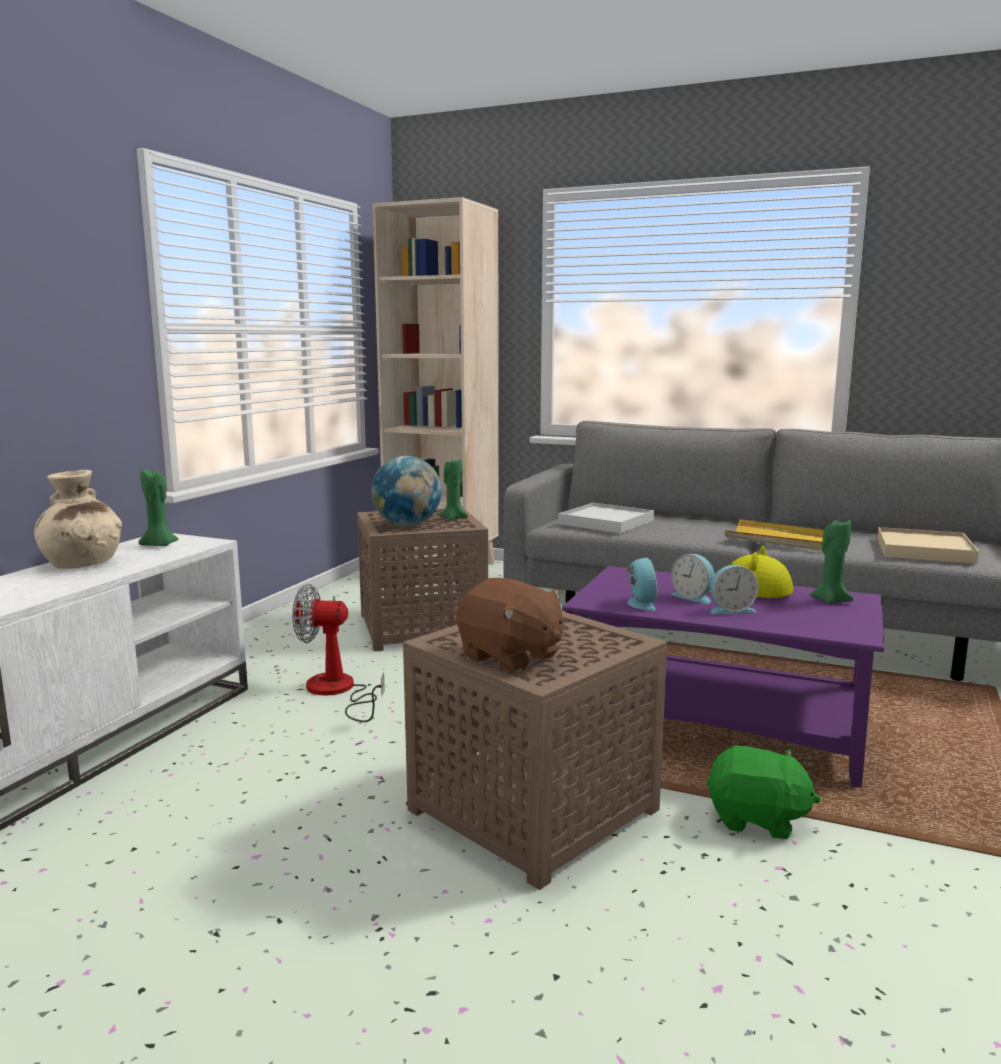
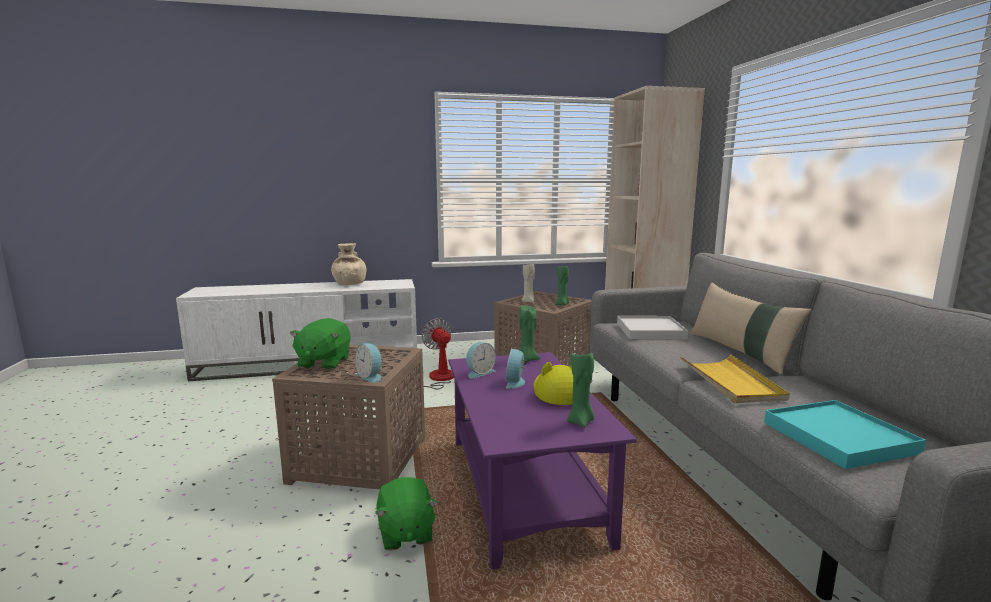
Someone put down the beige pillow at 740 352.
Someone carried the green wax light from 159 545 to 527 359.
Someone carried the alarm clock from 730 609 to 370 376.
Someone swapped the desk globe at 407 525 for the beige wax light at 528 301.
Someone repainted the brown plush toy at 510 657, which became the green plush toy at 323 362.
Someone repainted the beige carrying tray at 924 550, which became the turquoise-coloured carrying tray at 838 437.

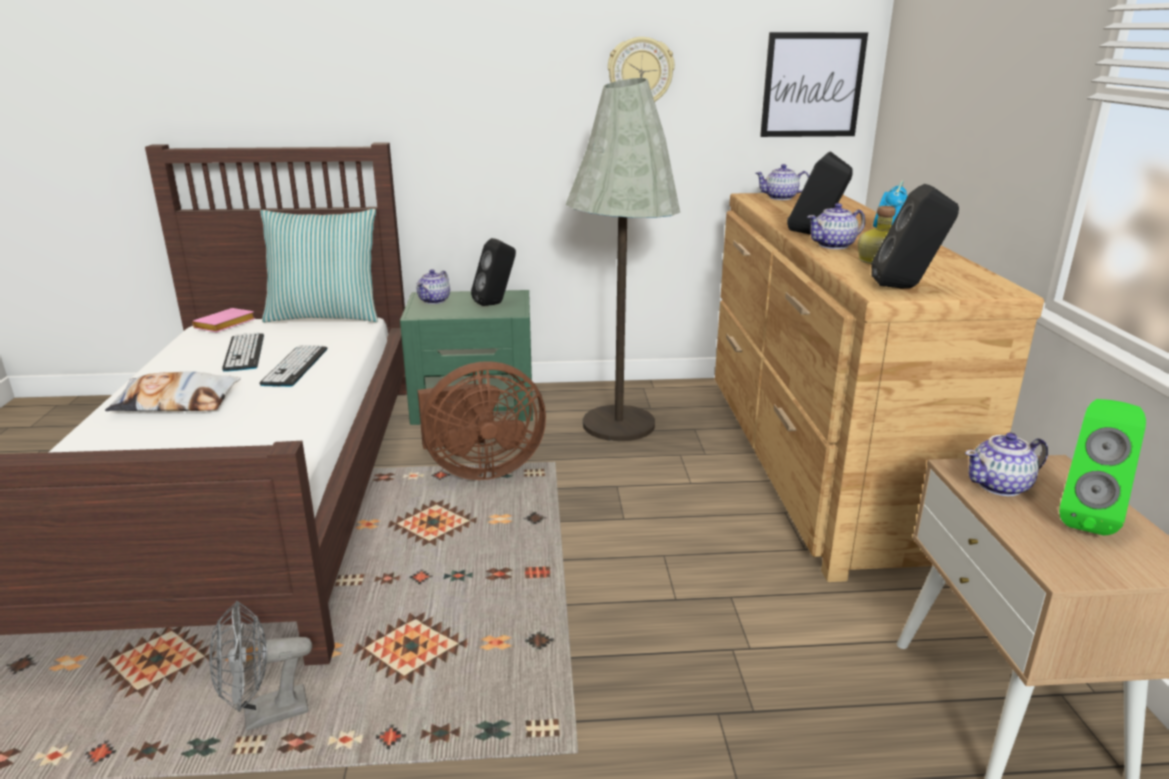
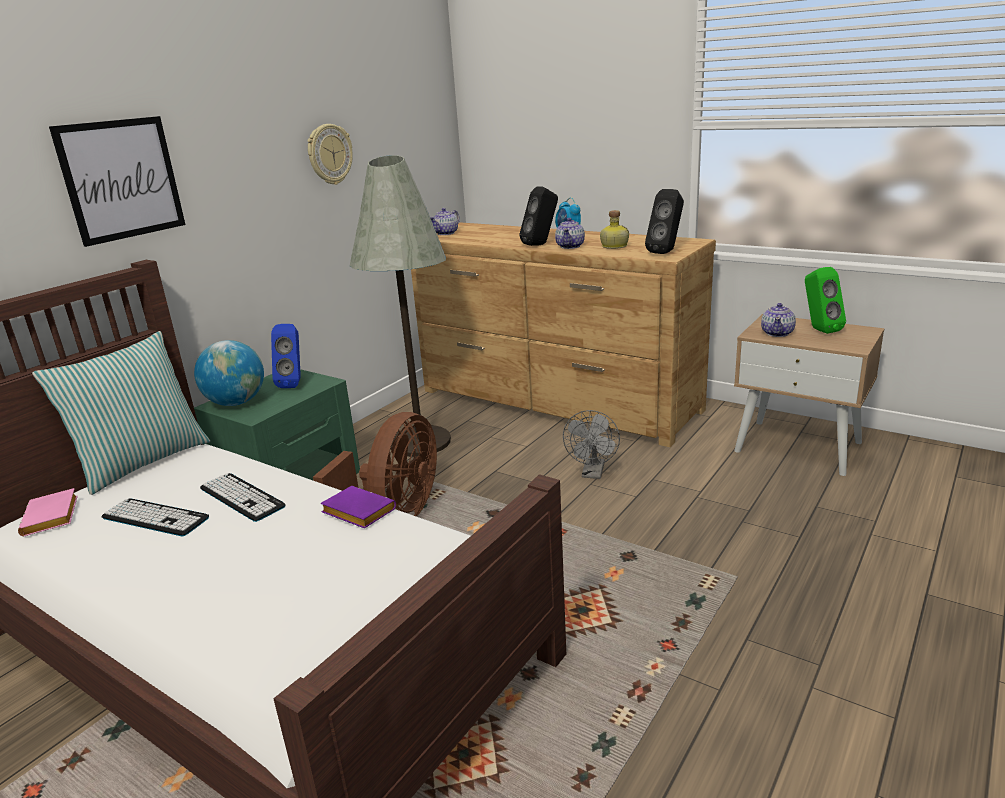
Someone took away the pillow at 176 402.
Someone put down the purple-coloured book at 356 512.
Someone carried the grey cooling fan from 265 715 to 593 473.
Someone carried the picture from 812 85 to 121 179.
Someone swapped the tea pot at 435 300 for the desk globe at 236 403.
Someone repainted the blackish speaker at 496 304, which became the blue speaker at 294 383.

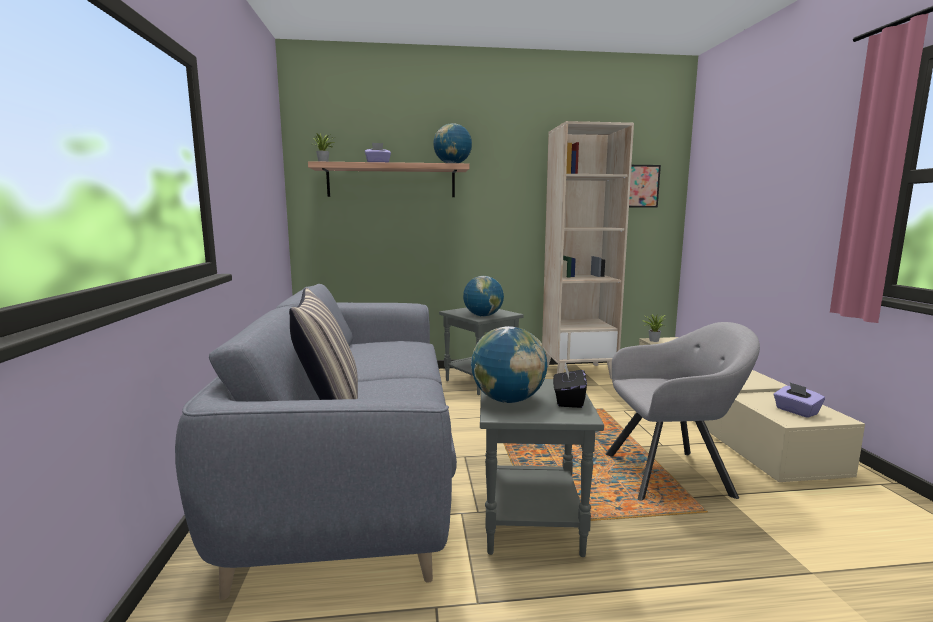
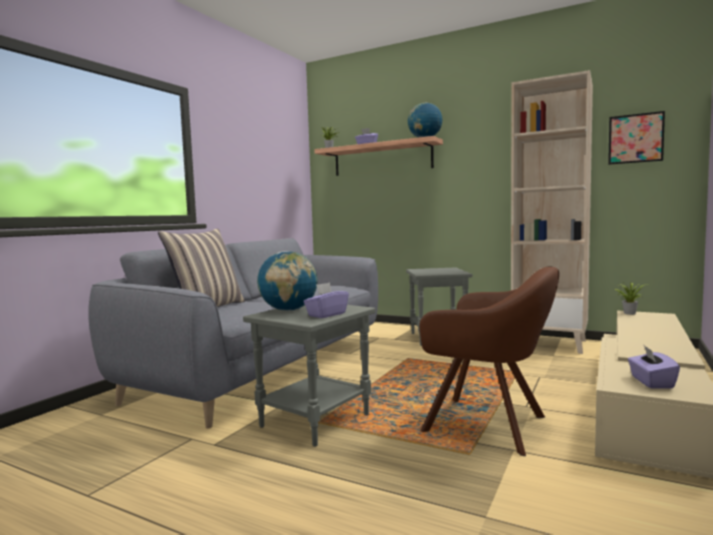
Someone took away the desk globe at 483 316.
Someone repainted the blackish box of tissues at 568 400, which became the purple-coloured box of tissues at 326 314.
Someone repainted the grey lounge chair at 672 474, which became the brown lounge chair at 490 425.

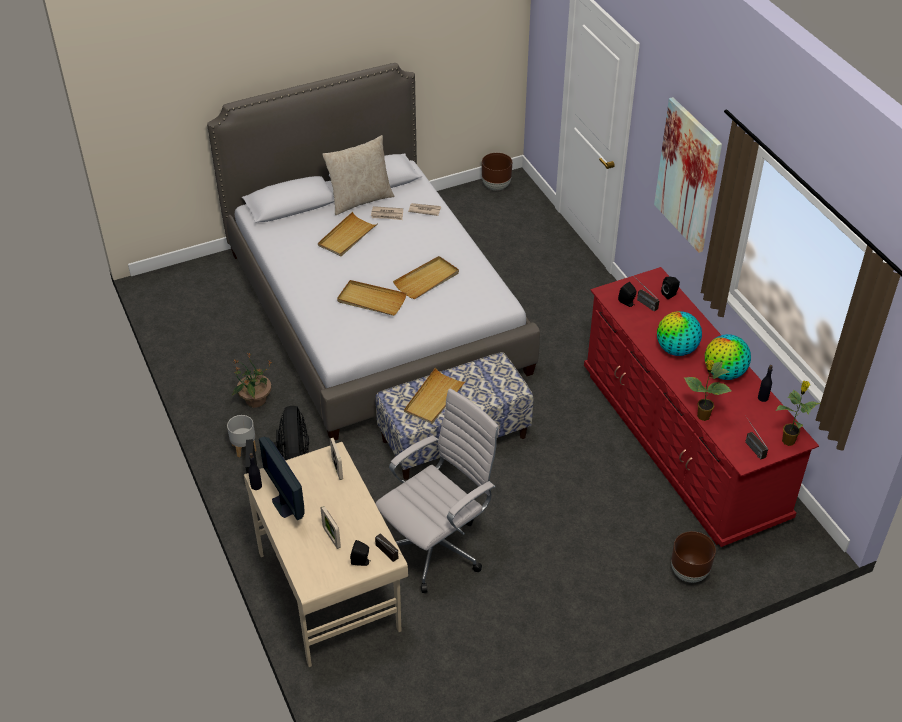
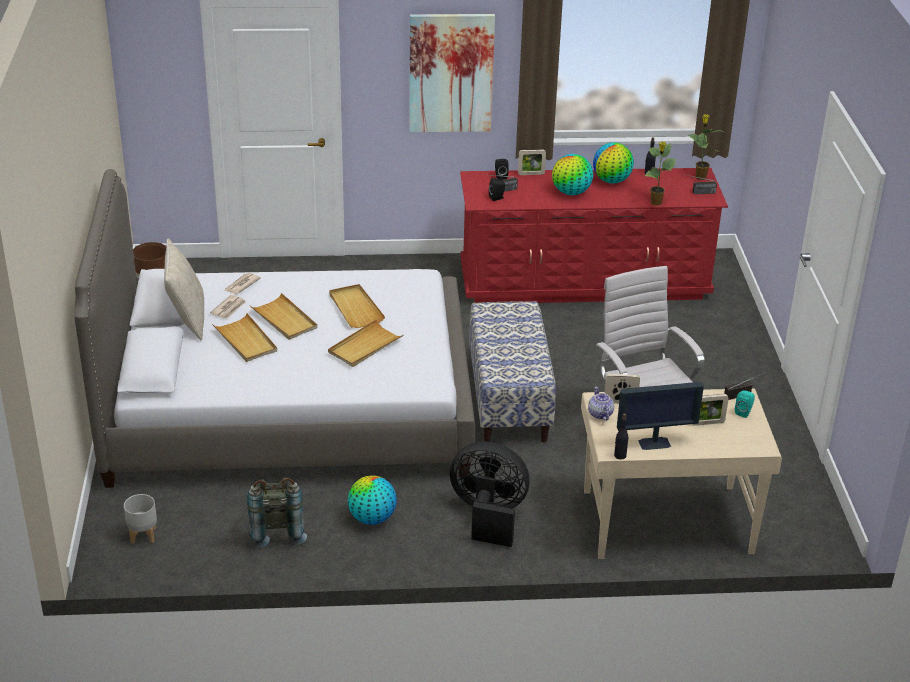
Someone took away the brown plant pot at 689 573.
Someone put down the grey rucksack at 276 530.
Someone put down the photo frame at 531 174.
Someone put down the tea pot at 600 414.
Someone carried the grey plant pot from 244 447 to 142 535.
Someone carried the beige carrying tray from 434 398 to 284 319.
Someone swapped the houseplant at 255 400 for the desk globe at 372 518.
Someone repainted the blackish speaker at 361 562, which became the turquoise-coloured speaker at 744 412.

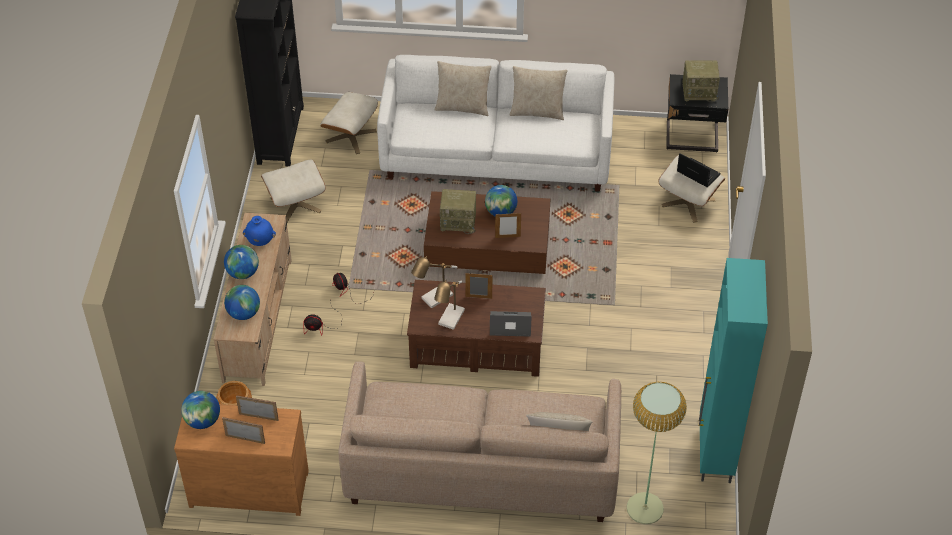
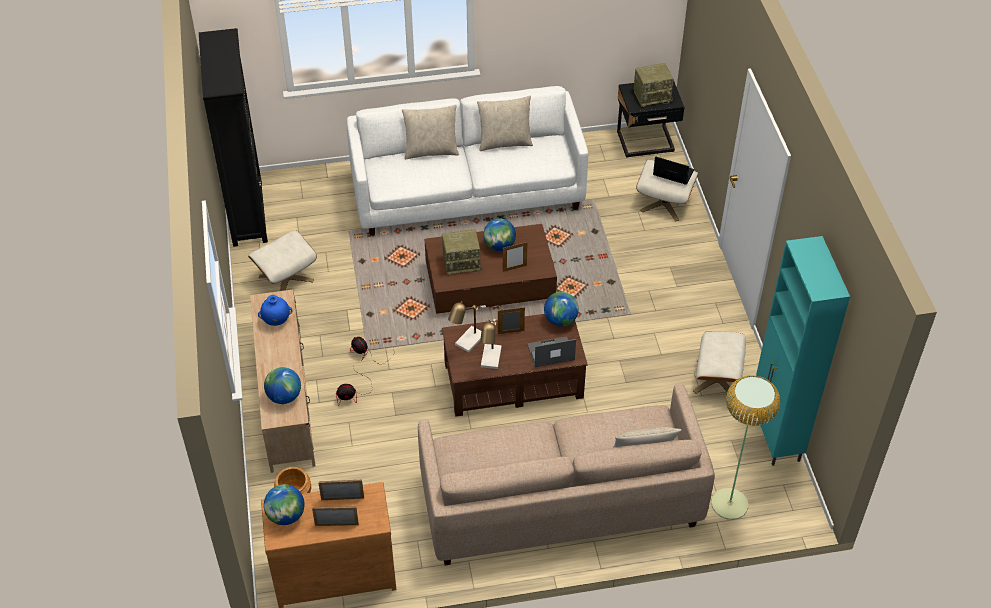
Someone carried the desk globe from 243 273 to 560 320.
Someone carried the beige footrest from 351 136 to 717 379.

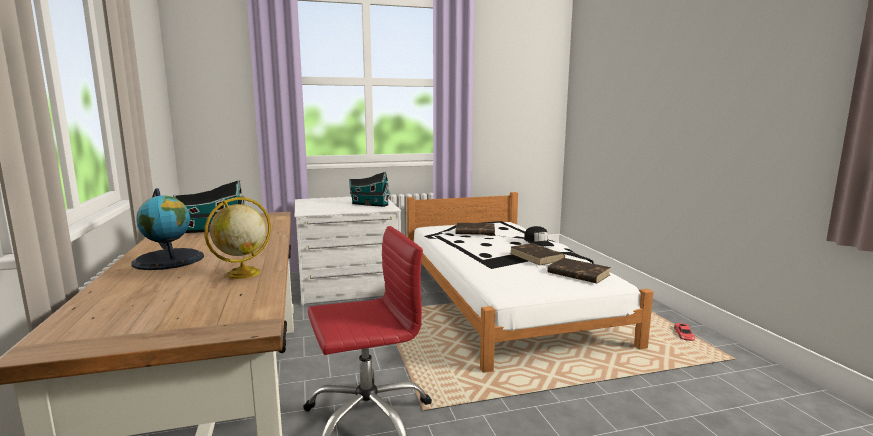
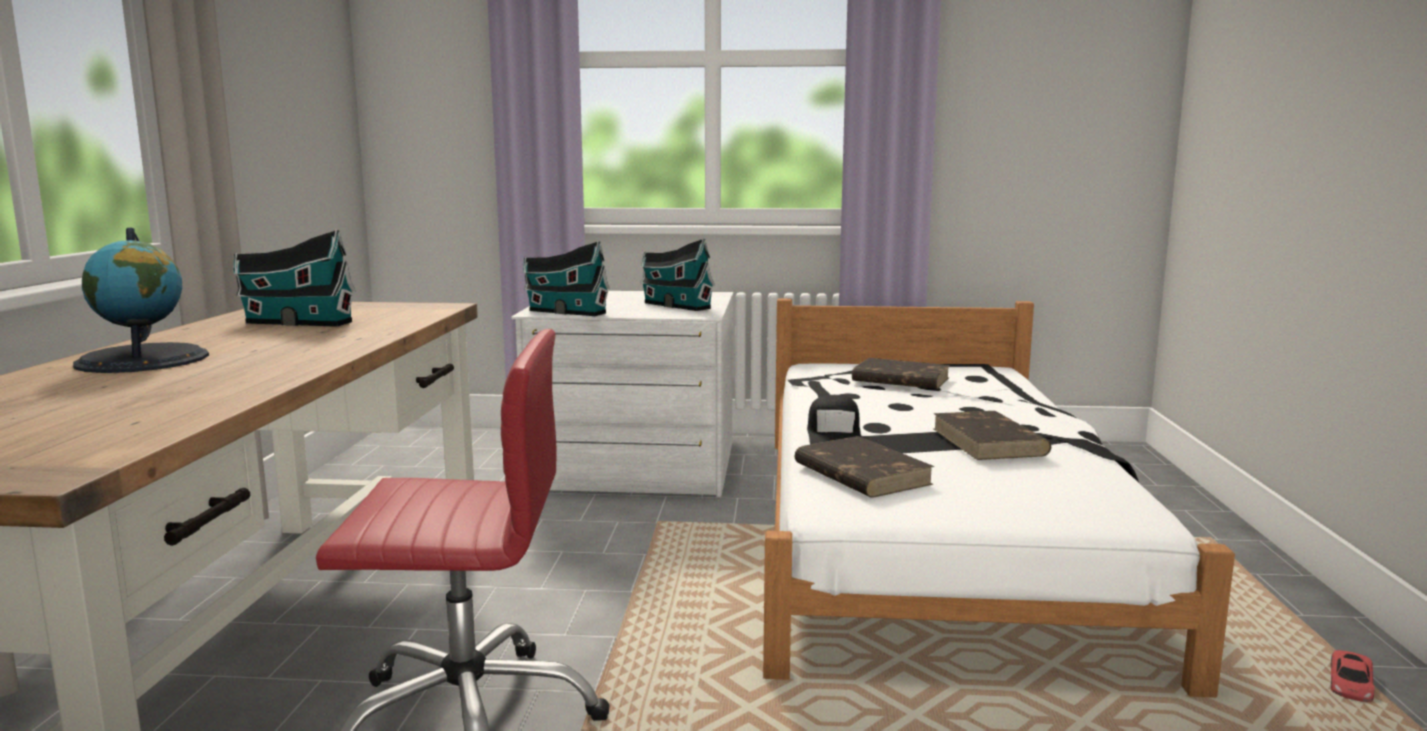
Someone took away the desk globe at 242 274.
Someone put down the toy house at 564 312.
Someone carried the blackish peaked cap from 538 242 to 834 435.
Someone carried the brown book from 578 274 to 860 473.

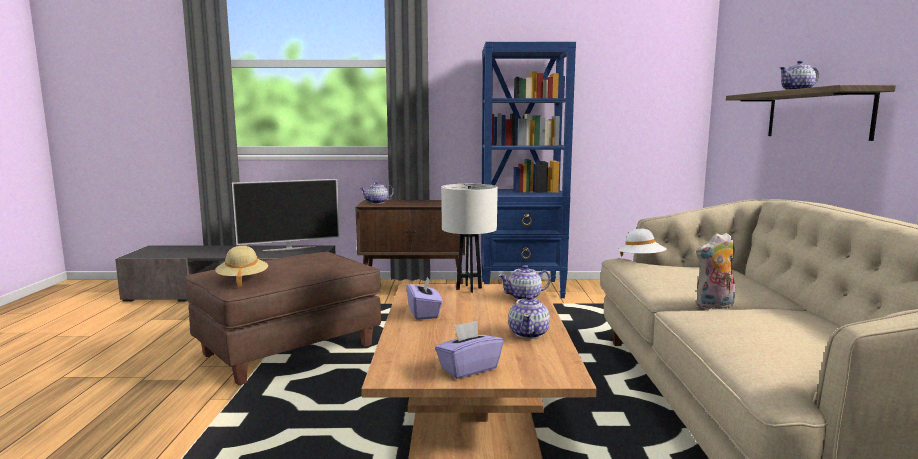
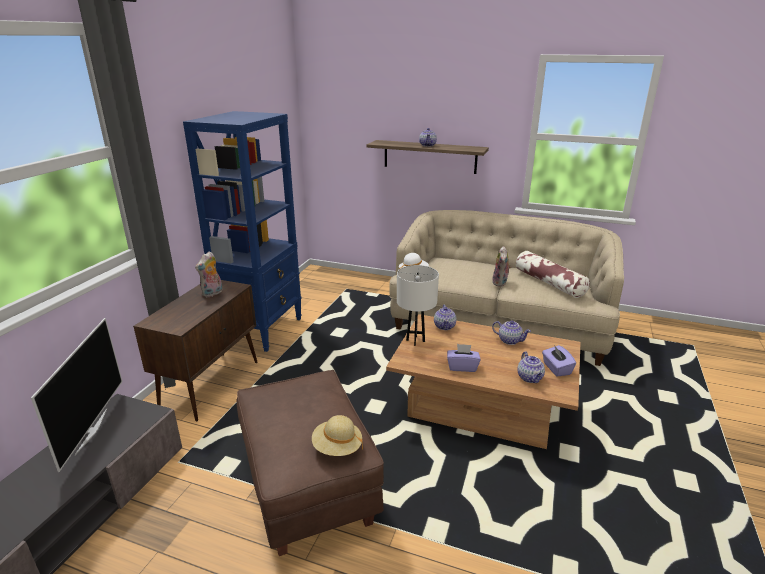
Someone put down the plush toy at 212 293.
Someone put down the pillow at 549 283.
Someone carried the tea pot from 377 202 to 530 378.

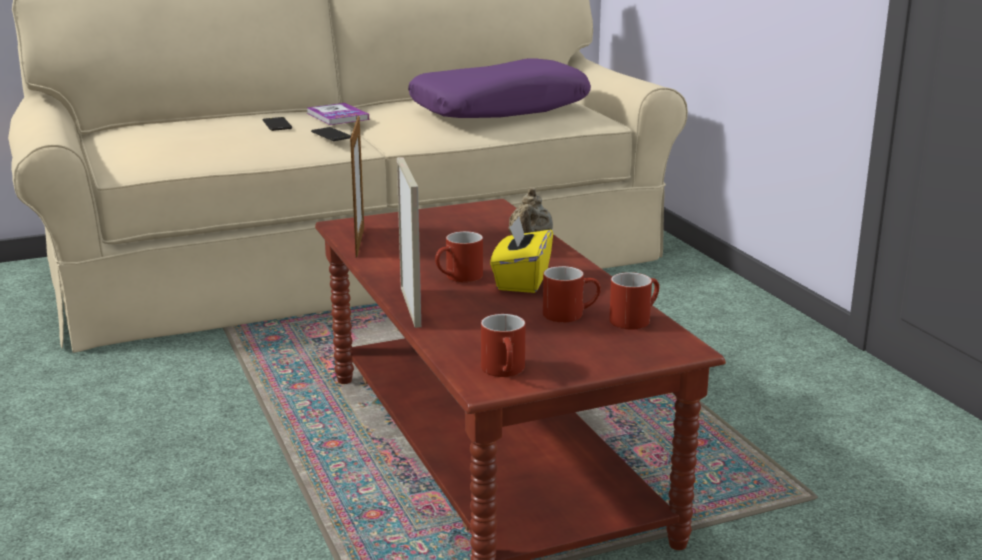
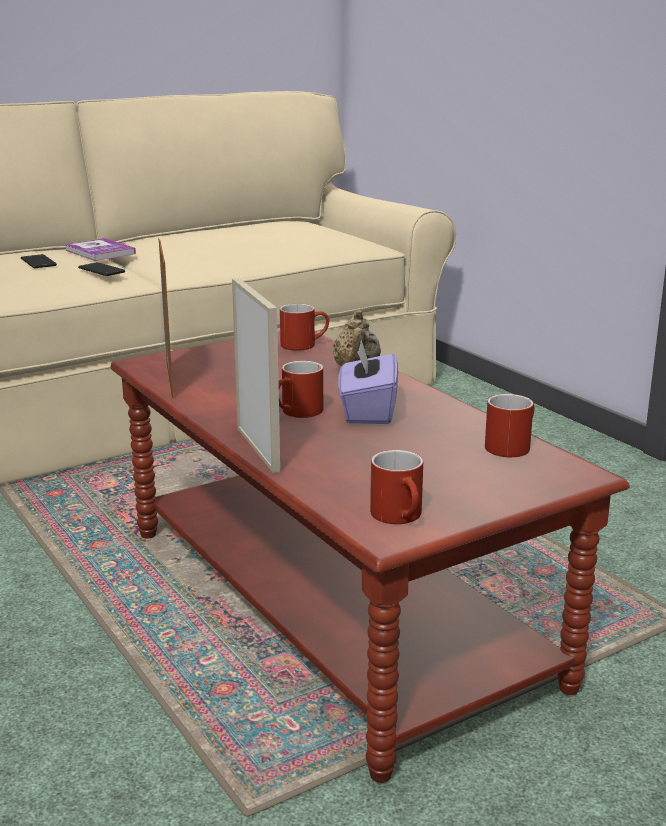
Someone took away the purple-coloured pillow at 500 108.
Someone carried the red-coloured mug from 570 314 to 304 344.
Someone repainted the yellow box of tissues at 521 280, which became the purple-coloured box of tissues at 367 411.

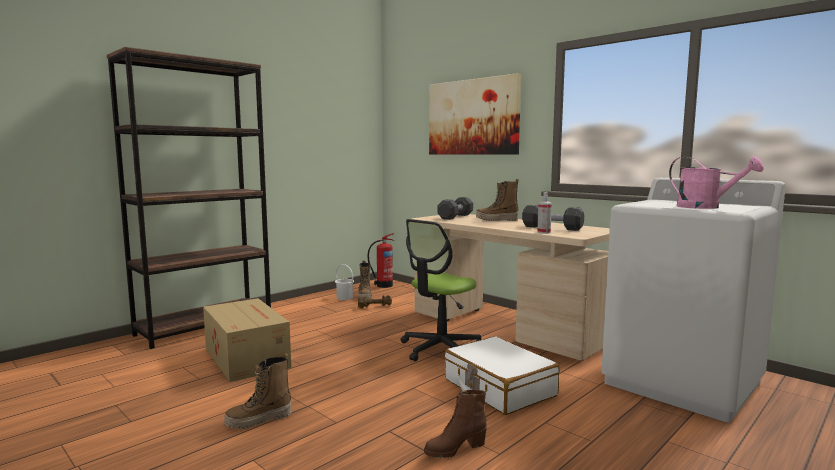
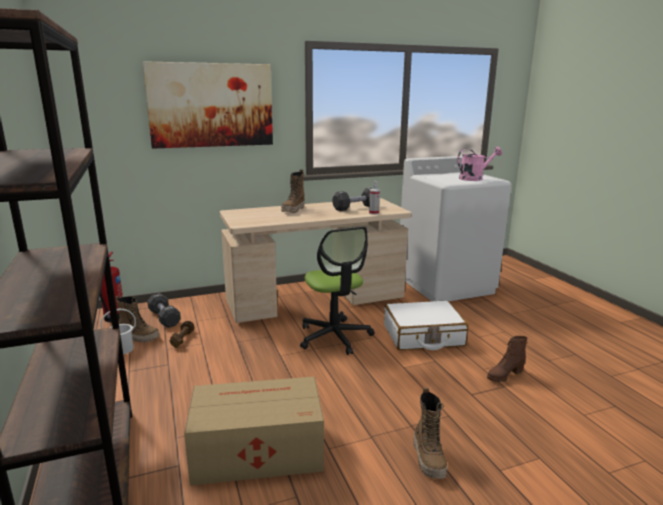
Someone carried the blackish free weight from 455 217 to 164 318.
Someone rotated the brown boot at 454 449 by 60 degrees clockwise.

